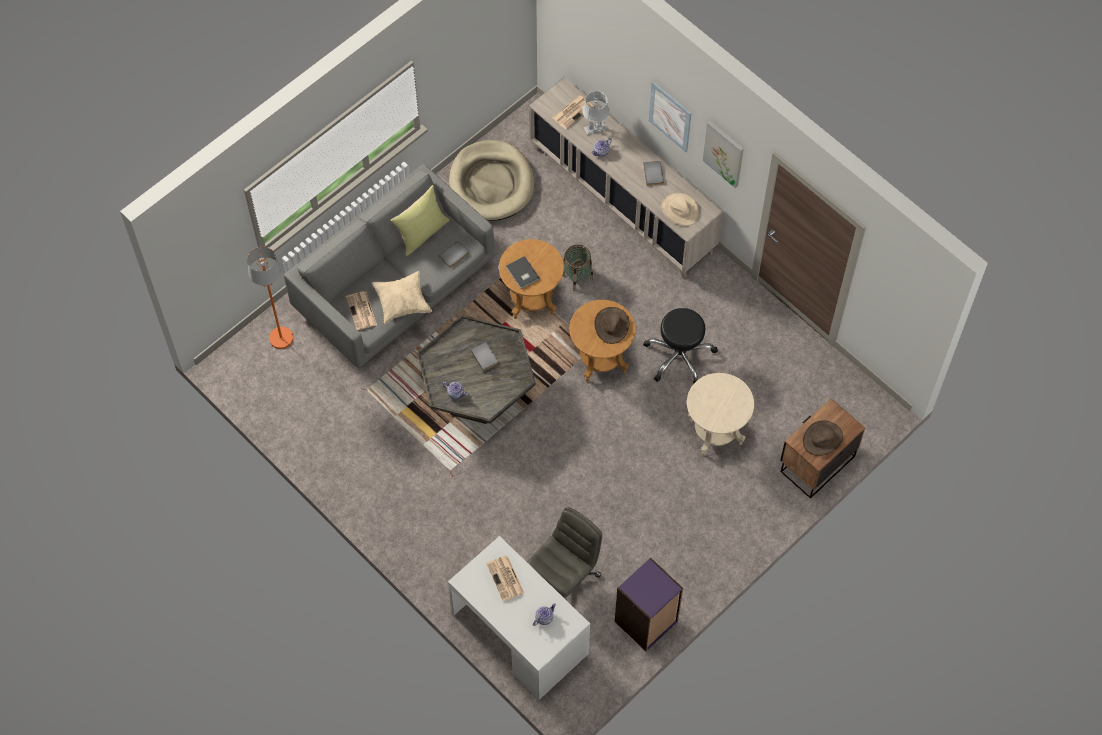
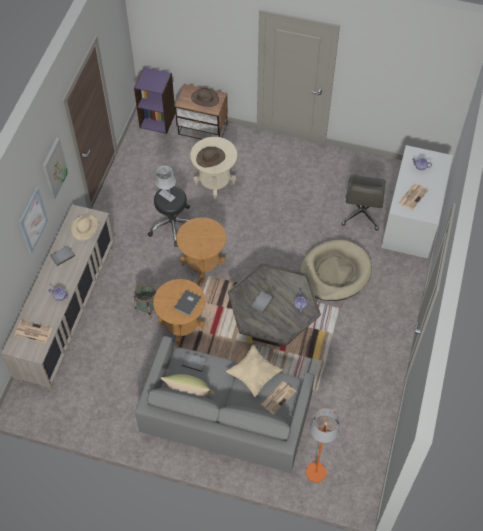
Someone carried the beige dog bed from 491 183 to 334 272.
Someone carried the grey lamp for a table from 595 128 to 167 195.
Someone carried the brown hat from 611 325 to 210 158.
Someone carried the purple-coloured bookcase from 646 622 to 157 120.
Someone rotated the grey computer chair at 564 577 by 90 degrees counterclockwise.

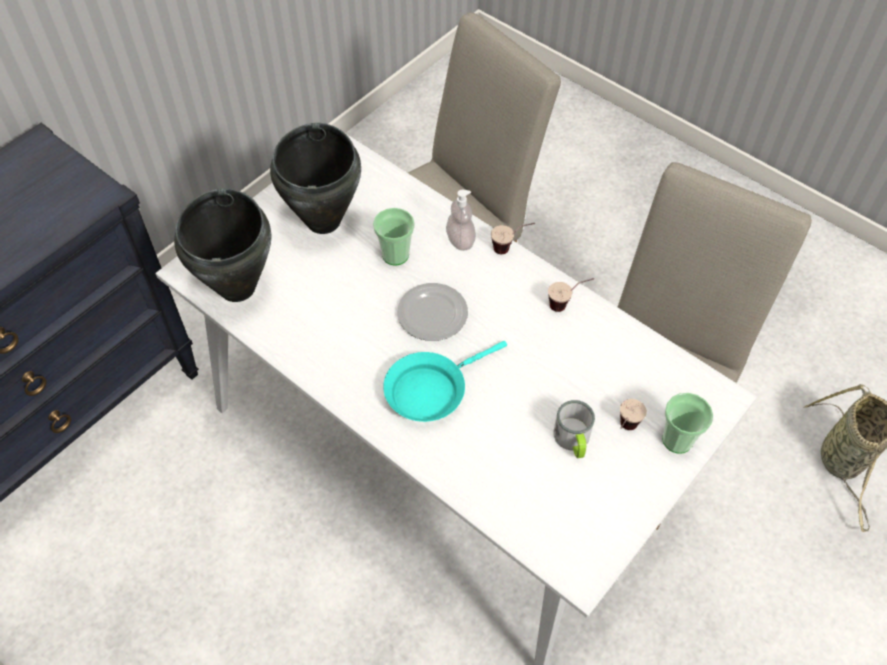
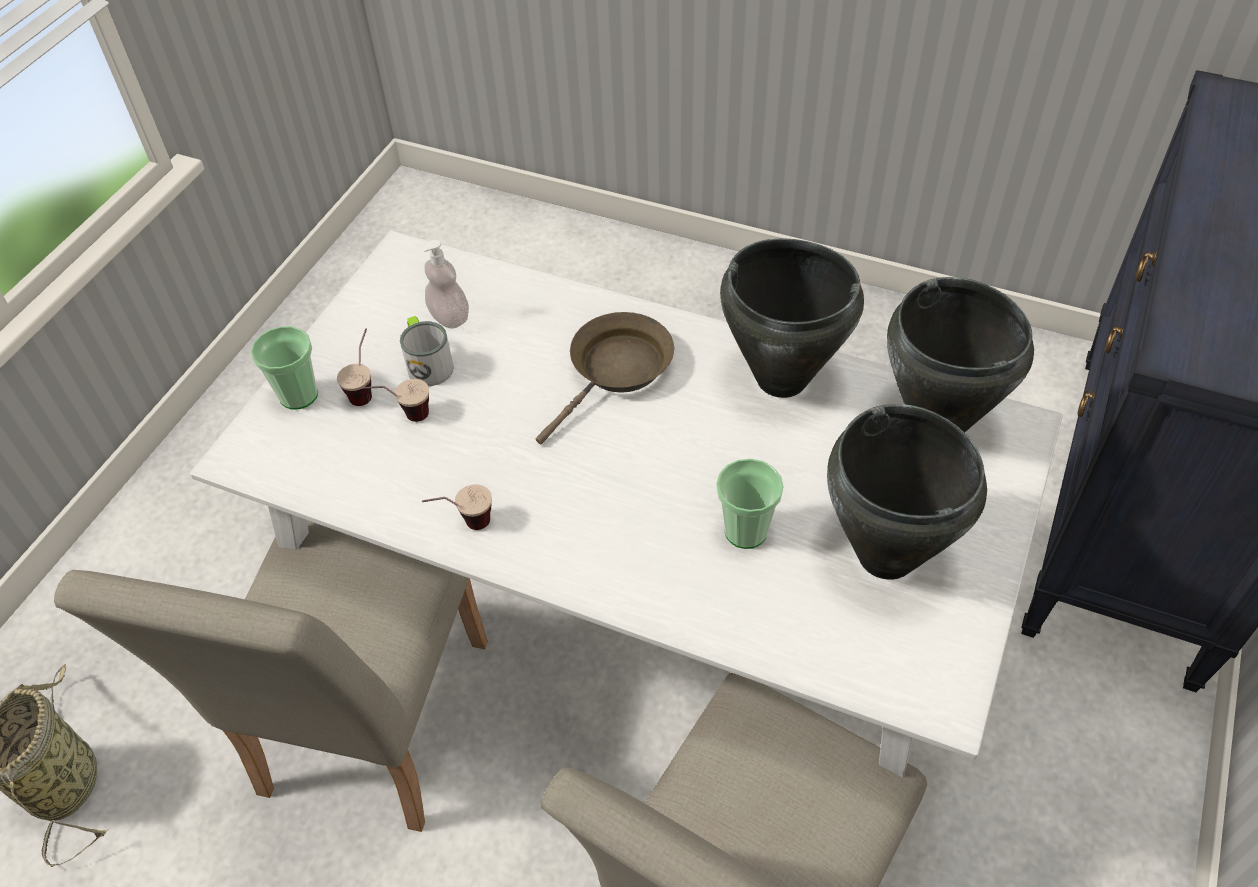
Someone took away the dinner plate at 433 313.
Someone put down the blackish stockpot at 781 378.
Someone carried the liquid soap bottle from 460 241 to 449 317.
Someone carried the small cup from 510 248 to 404 417.
Someone repainted the turquoise-coloured skillet at 431 390, which became the brown skillet at 616 371.

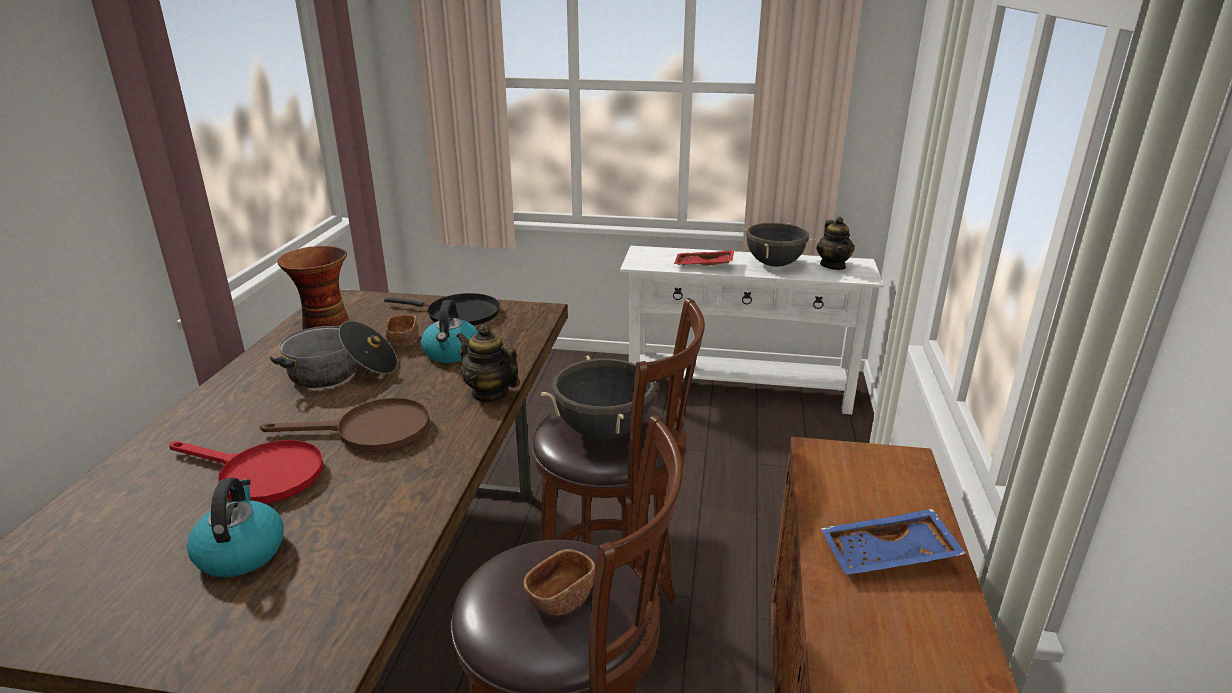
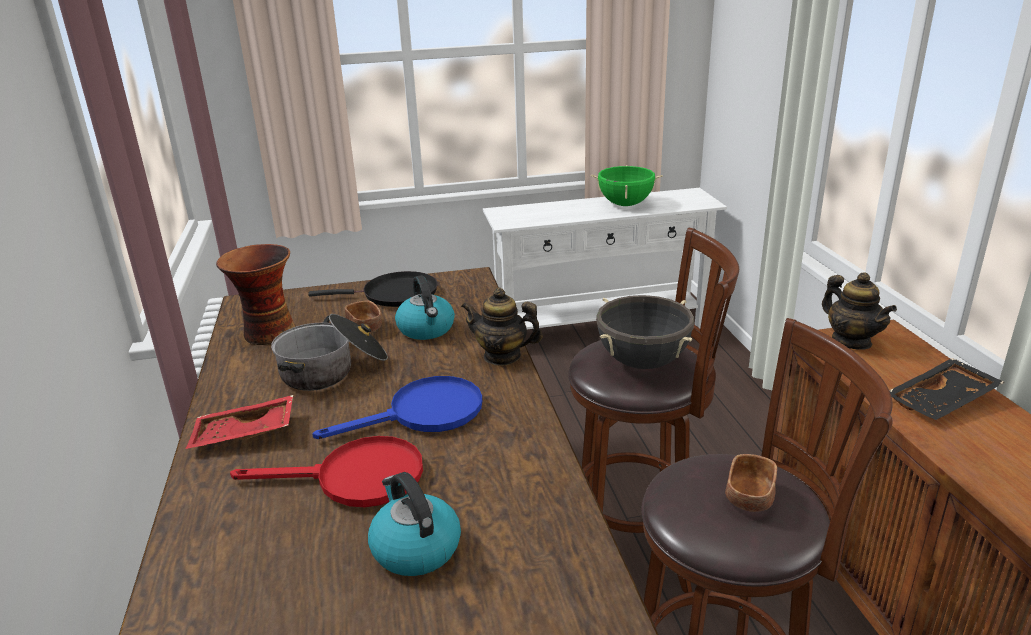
Someone carried the red-coloured carrying tray from 703 266 to 244 435.
Someone carried the tea pot from 833 265 to 851 341.
Someone repainted the brown skillet at 370 431, which became the blue skillet at 424 414.
Someone repainted the blackish stockpot at 774 264, which became the green stockpot at 625 204.
Someone repainted the blue carrying tray at 889 556, which became the blackish carrying tray at 942 401.

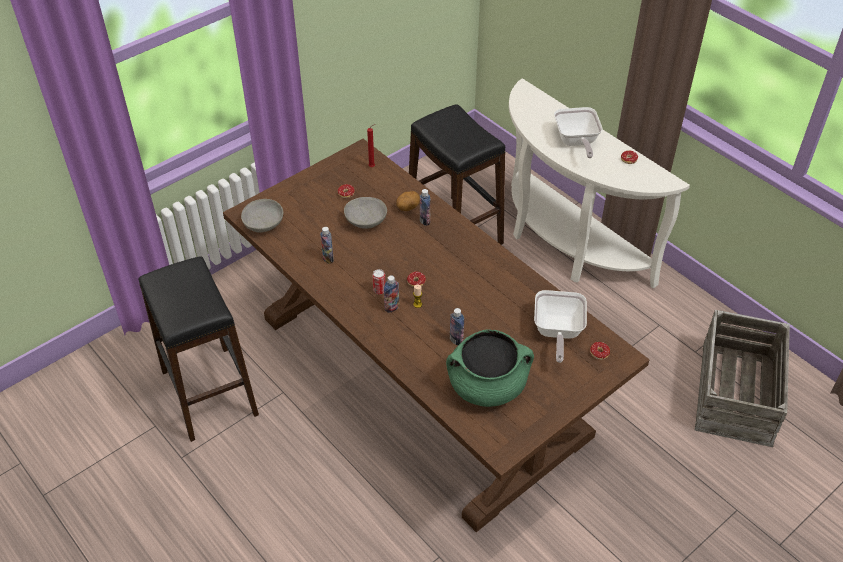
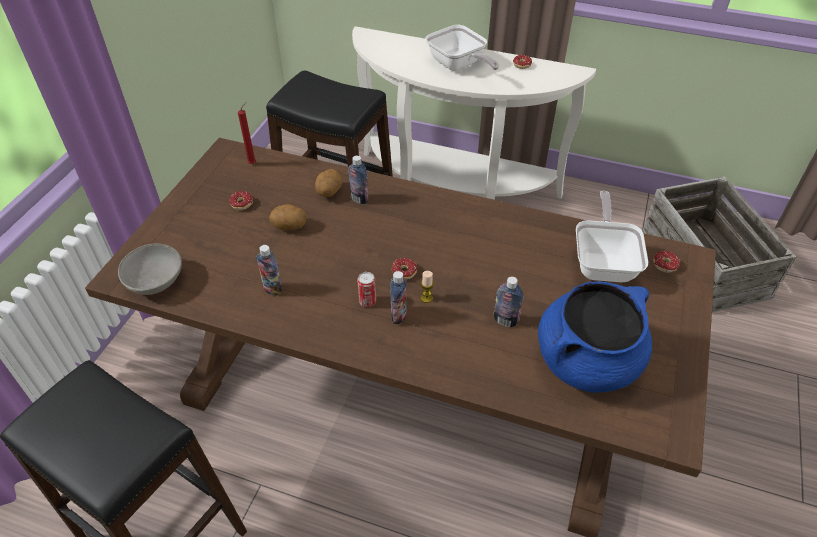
Someone swapped the grey deep dish at 366 222 for the spud at 289 226.
Someone repainted the green stockpot at 487 386, which became the blue stockpot at 587 361.
Someone rotated the skillet at 557 332 by 150 degrees counterclockwise.

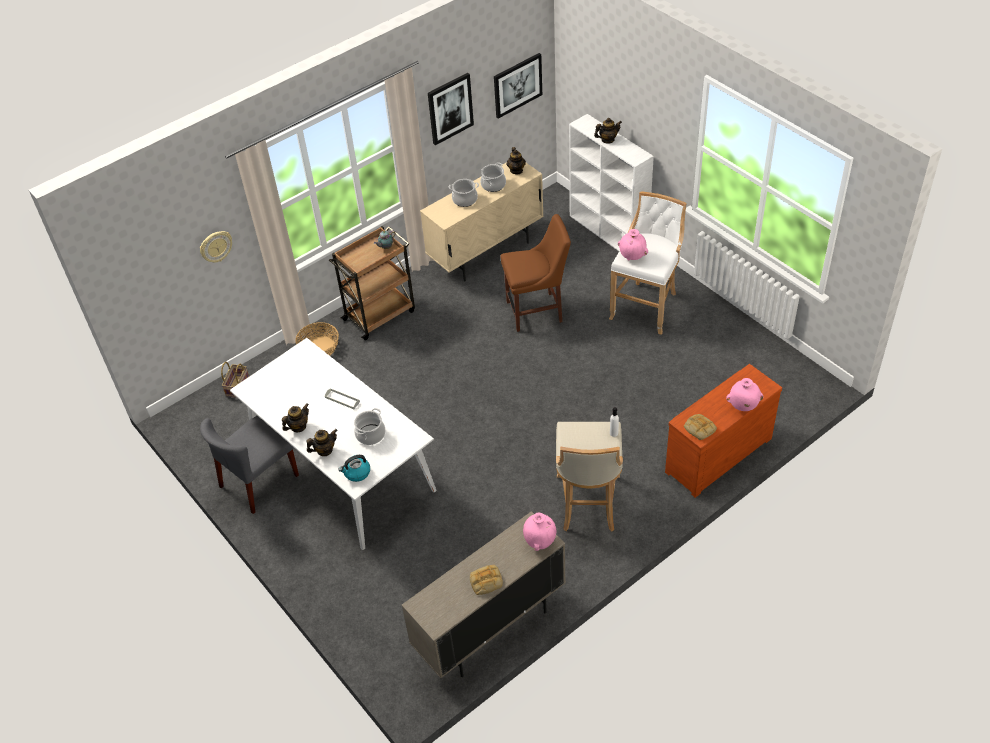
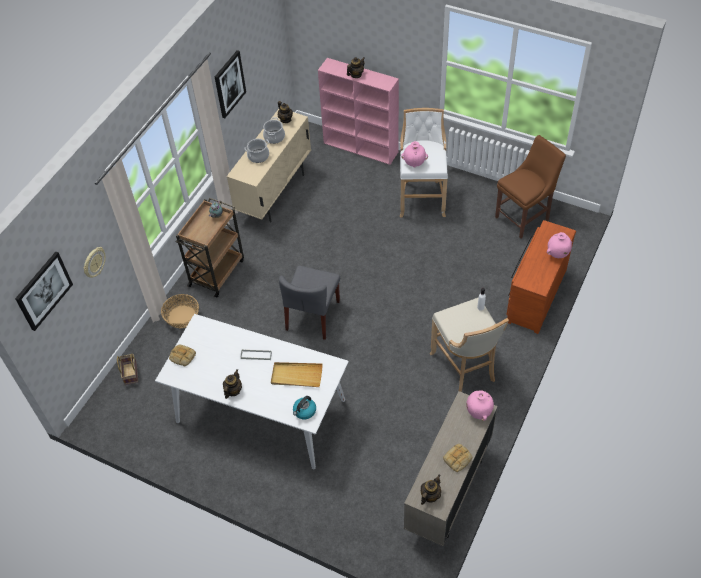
Someone carried the grey plain chair from 259 481 to 313 316.
Someone carried the tea pot from 324 450 to 430 496.
Someone carried the picture from 517 85 to 43 290.
Someone carried the brown plain chair from 537 311 to 524 217.
Someone carried the bakery bread from 699 428 to 182 357.
Someone swapped the stockpot at 370 434 for the beige carrying tray at 296 376.
Someone repainted the whitish bookcase at 609 232, which became the pink-coloured bookcase at 361 147.

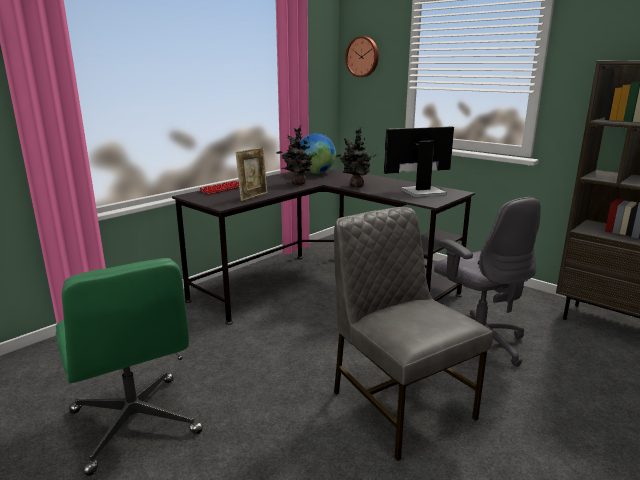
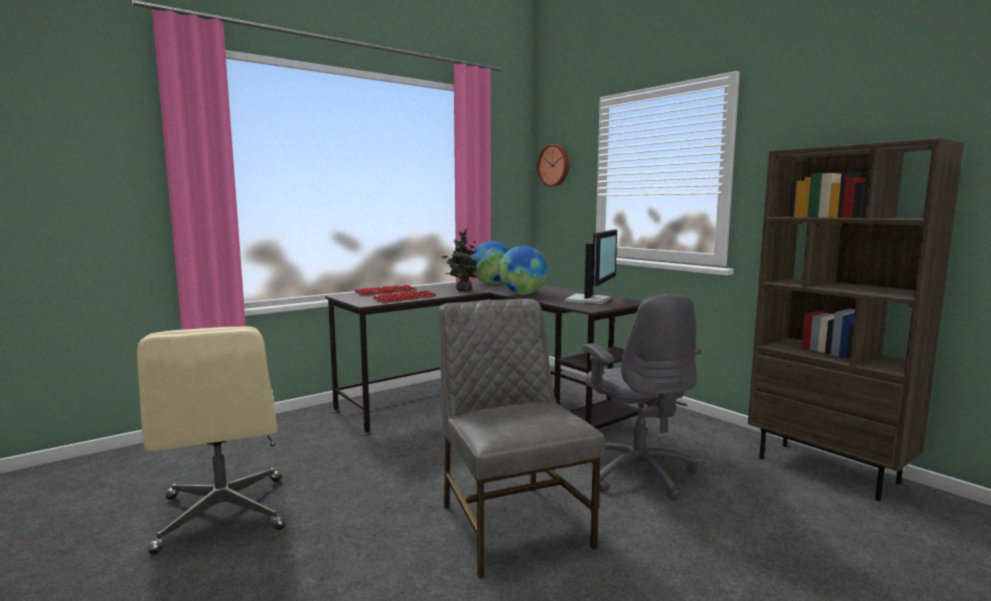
Someone swapped the photo frame at 253 196 for the keyboard at 405 298.
Someone swapped the houseplant at 355 186 for the desk globe at 522 294.
Someone repainted the green computer chair at 135 423, which became the beige computer chair at 223 514.
Someone rotated the computer screen at 421 191 by 120 degrees clockwise.

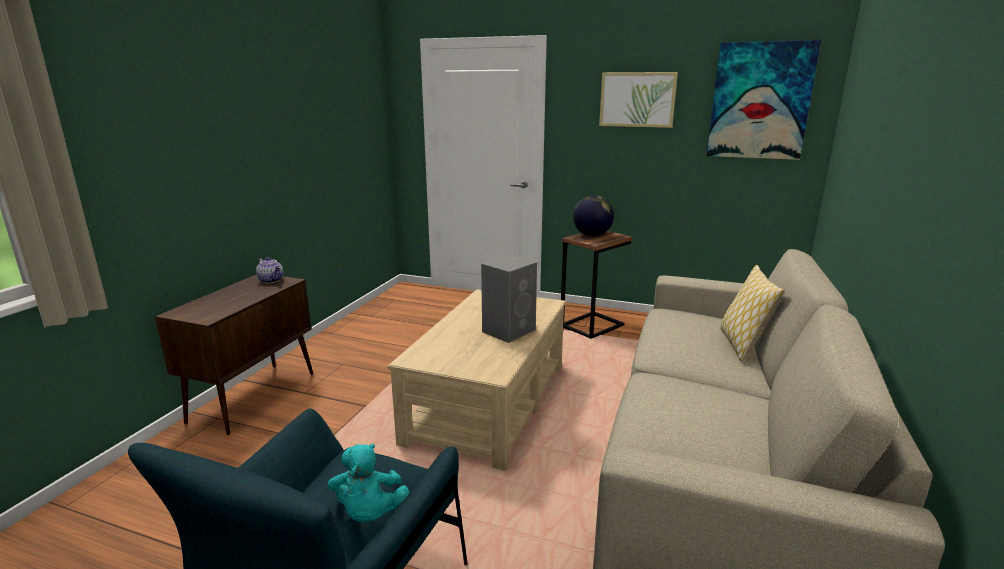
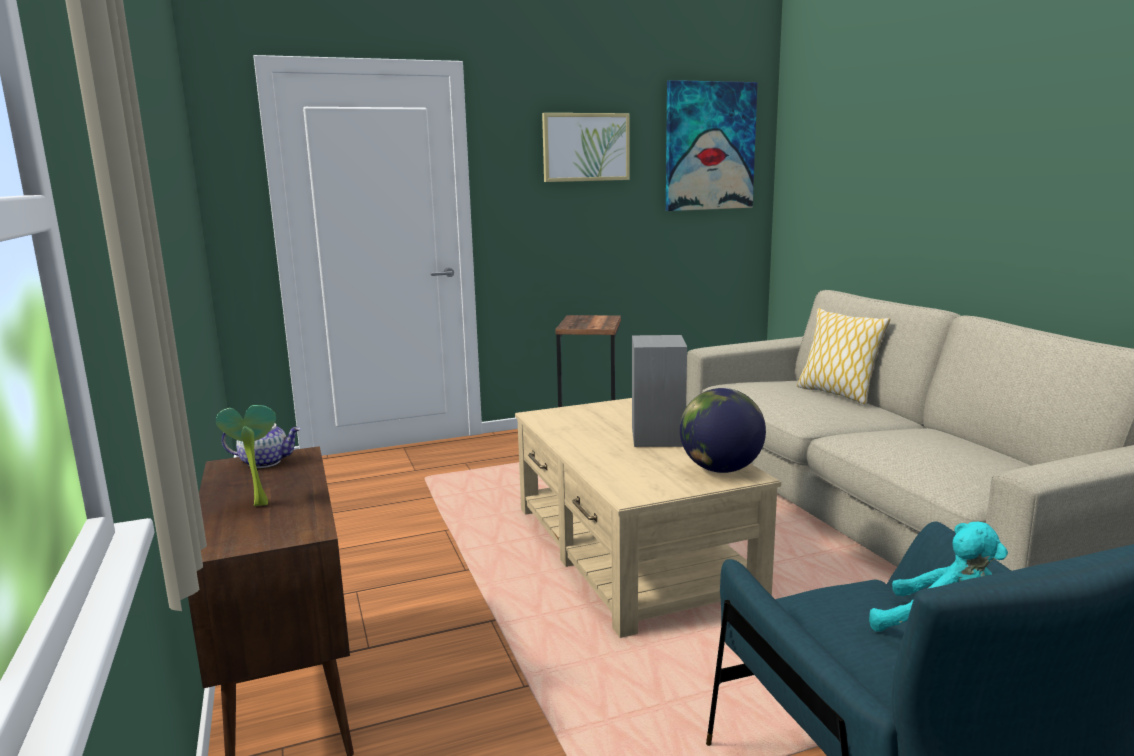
Someone put down the houseplant at 258 503.
Someone carried the desk globe from 592 235 to 720 469.

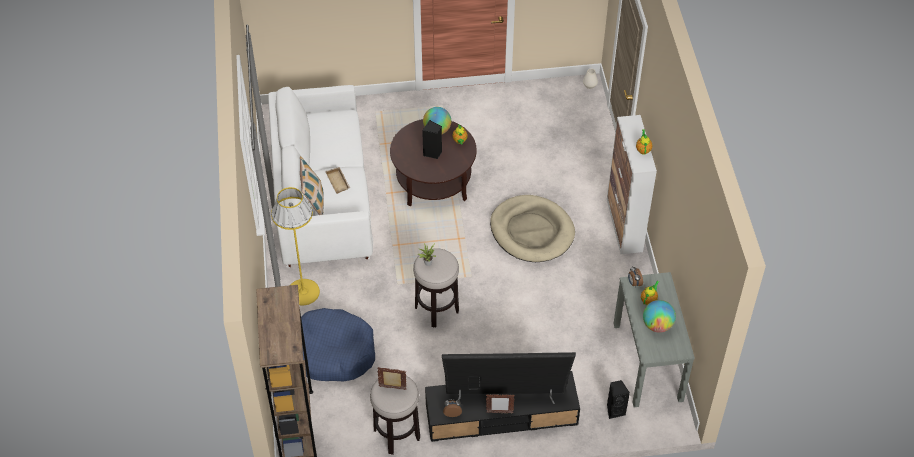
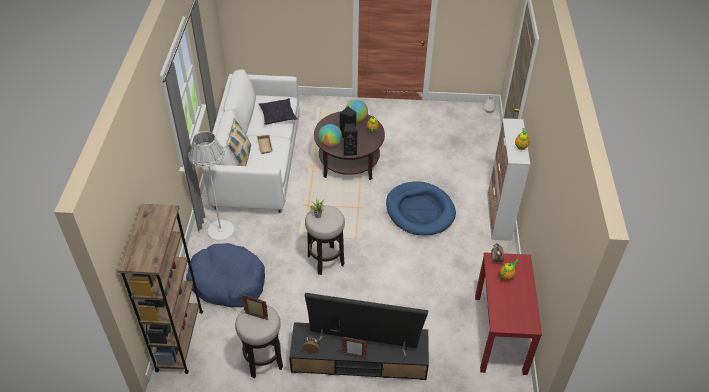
Someone put down the pillow at 277 116.
Someone carried the blackish speaker from 615 410 to 350 151.
Someone carried the desk globe from 657 325 to 330 145.
Someone repainted the yellow standard lamp at 303 292, which became the whitish standard lamp at 220 230.
Someone repainted the beige dog bed at 532 231, which became the blue dog bed at 420 211.
Someone repainted the grey narrow table at 648 362, which became the red-coloured narrow table at 500 333.

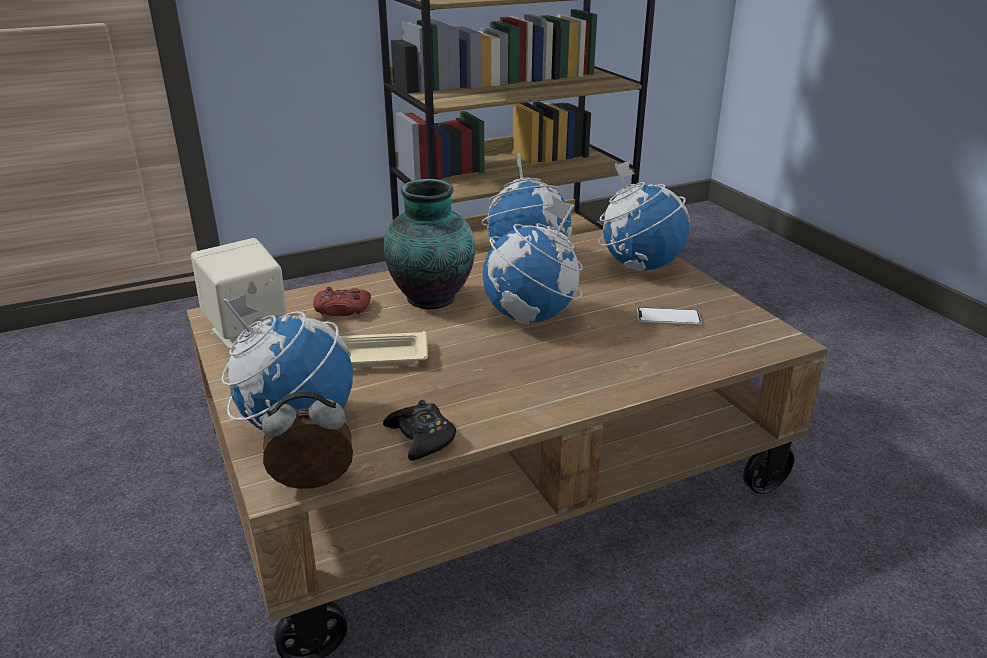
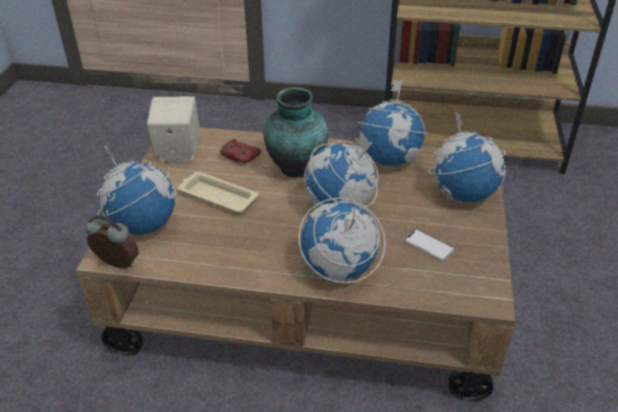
Someone took away the blackish game controller at 421 438.
Someone put down the desk globe at 339 270.

